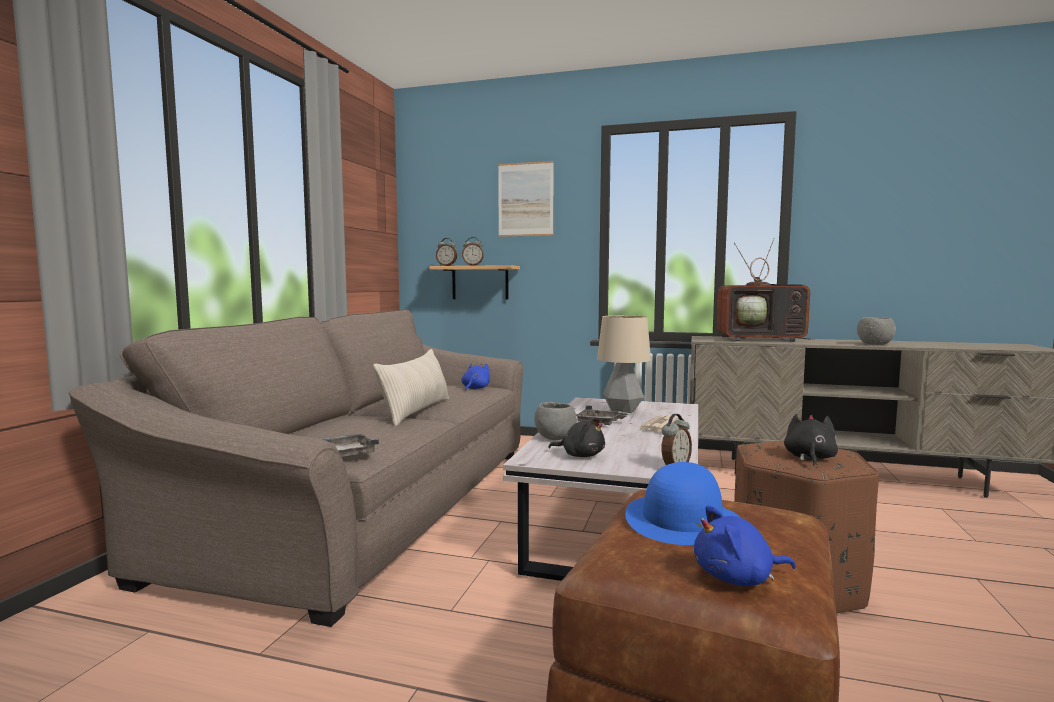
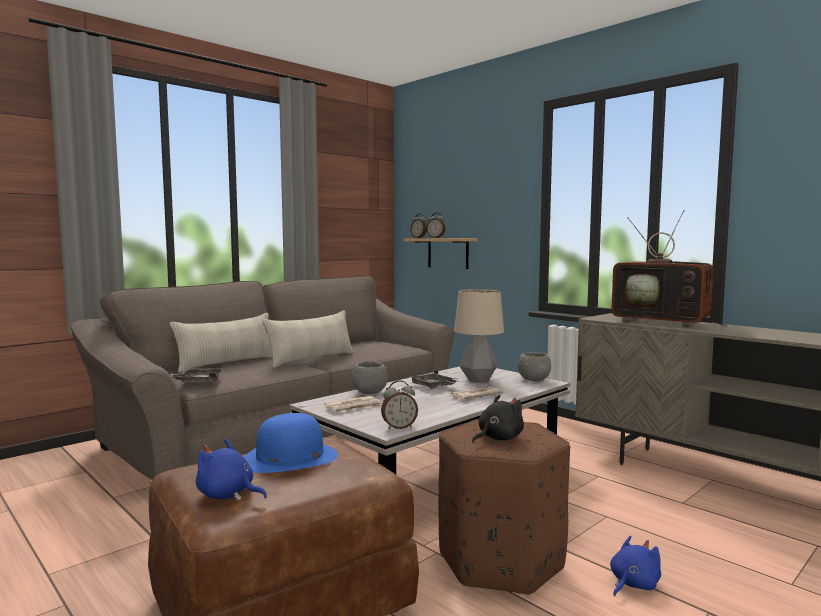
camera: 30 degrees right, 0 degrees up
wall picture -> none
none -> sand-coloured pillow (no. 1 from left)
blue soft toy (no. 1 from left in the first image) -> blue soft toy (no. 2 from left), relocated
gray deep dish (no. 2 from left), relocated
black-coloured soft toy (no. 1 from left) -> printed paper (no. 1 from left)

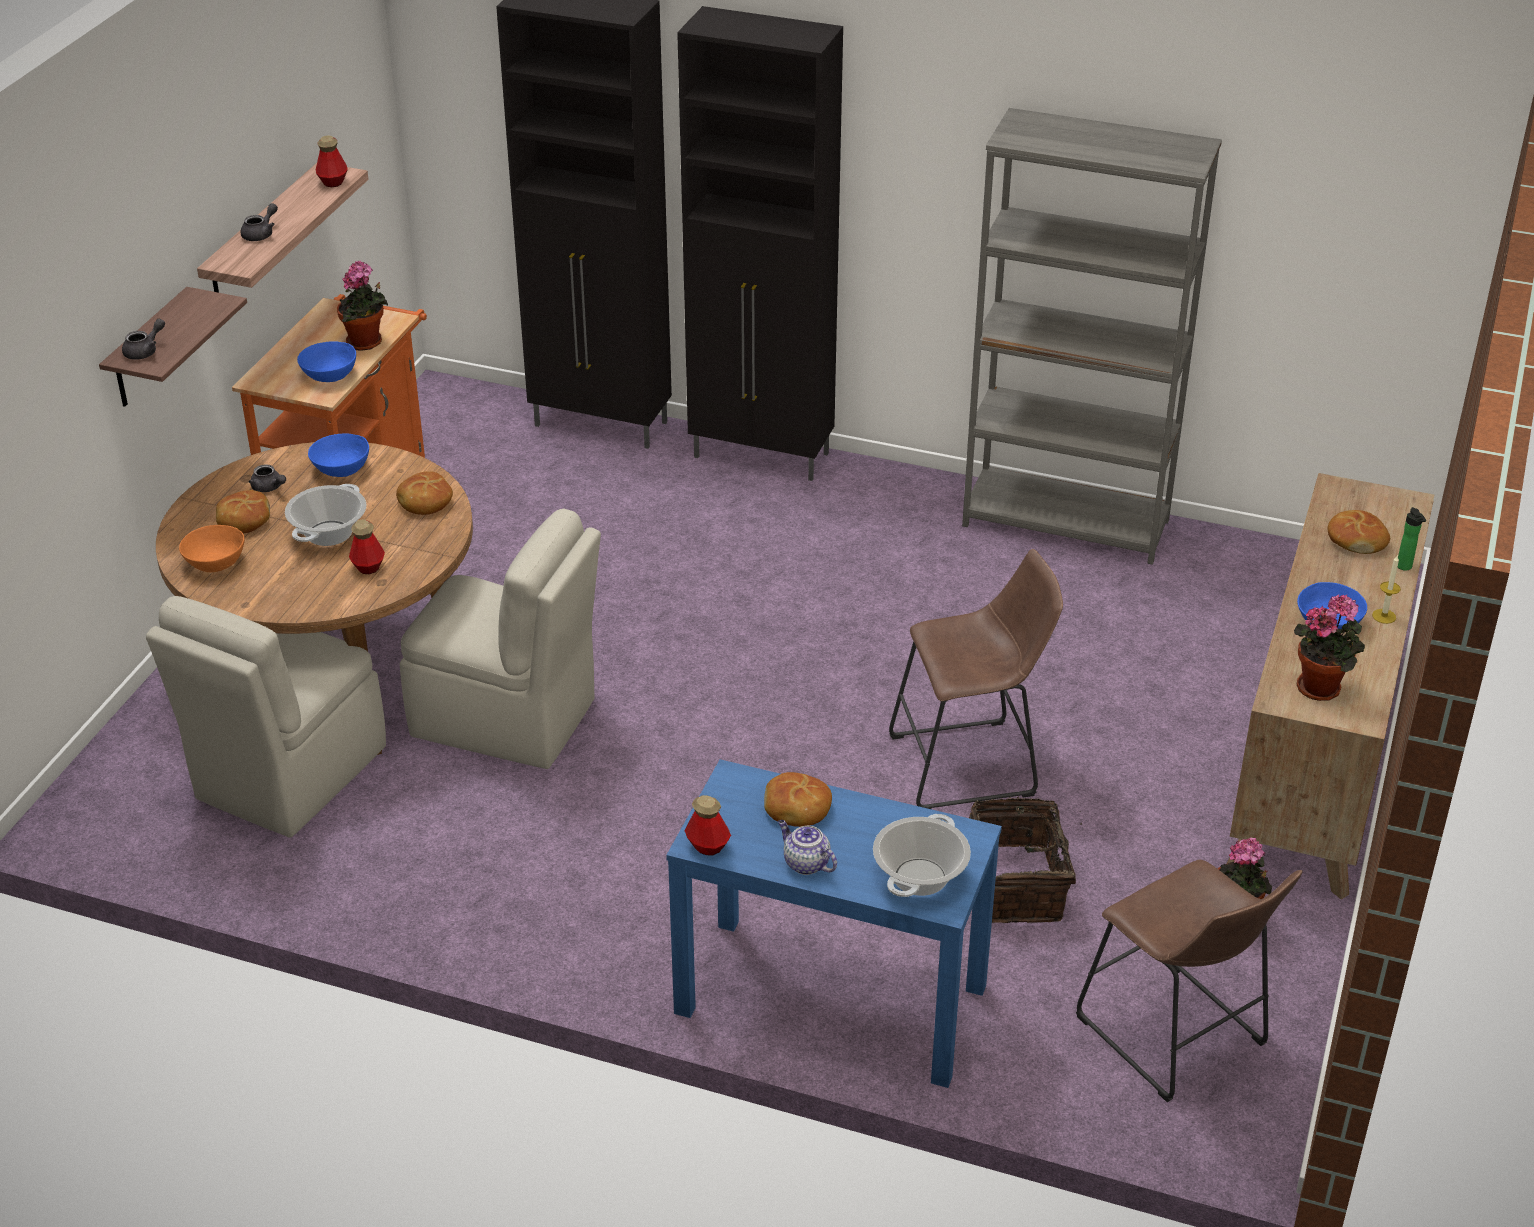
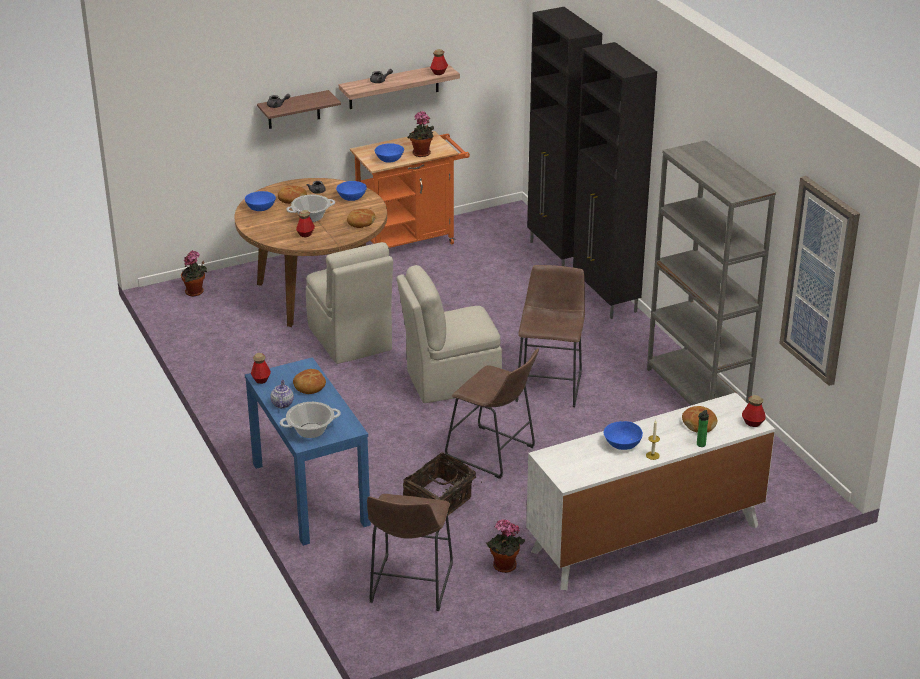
camera: 45 degrees right, 5 degrees down
none -> brownish sitting stool (no. 3 from left)
none -> bottle (no. 5 from left)
none -> wall picture
sand-coloured upright chair (no. 1 from left in the first image) -> sand-coloured upright chair (no. 2 from left), relocated
houseplant (no. 3 from left in the first image) -> houseplant (no. 1 from left), relocated
orange-coloured deep dish -> blue deep dish (no. 1 from left)
brownish chest of drawers -> white chest of drawers

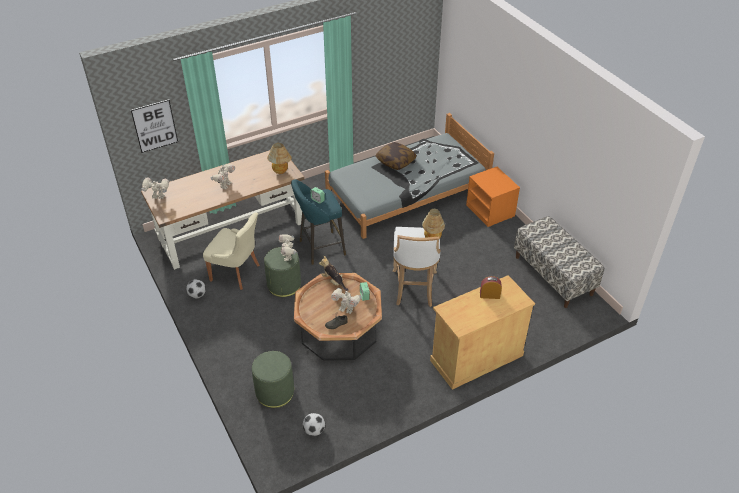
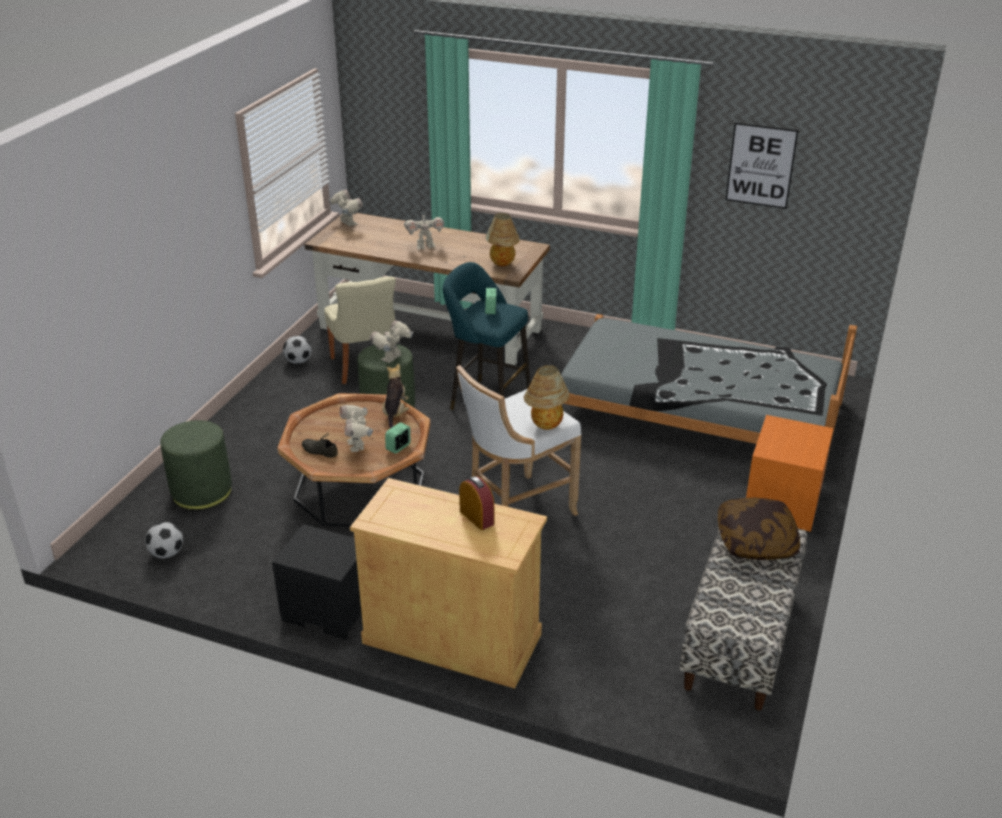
camera: 50 degrees right, 10 degrees down
none -> black-coloured nightstand
wall picture, relocated
pillow, relocated

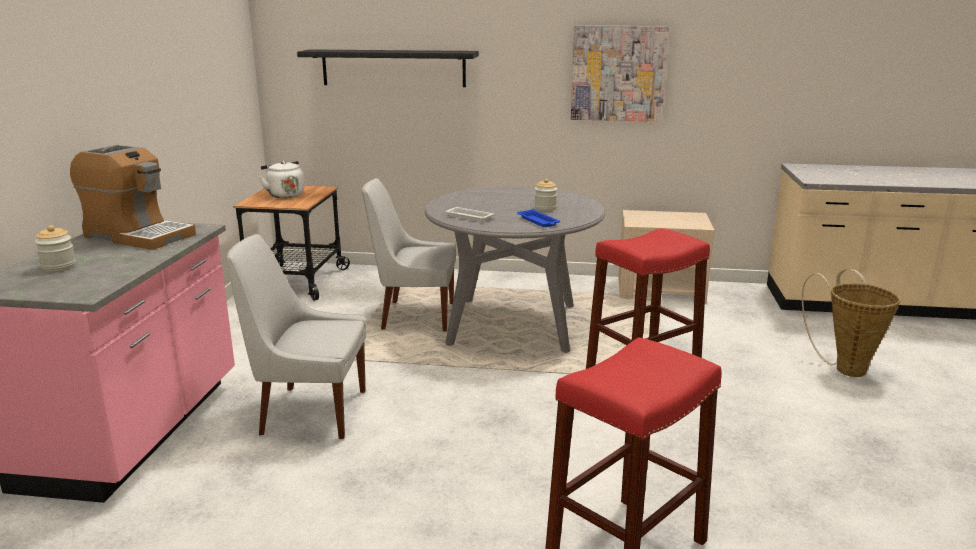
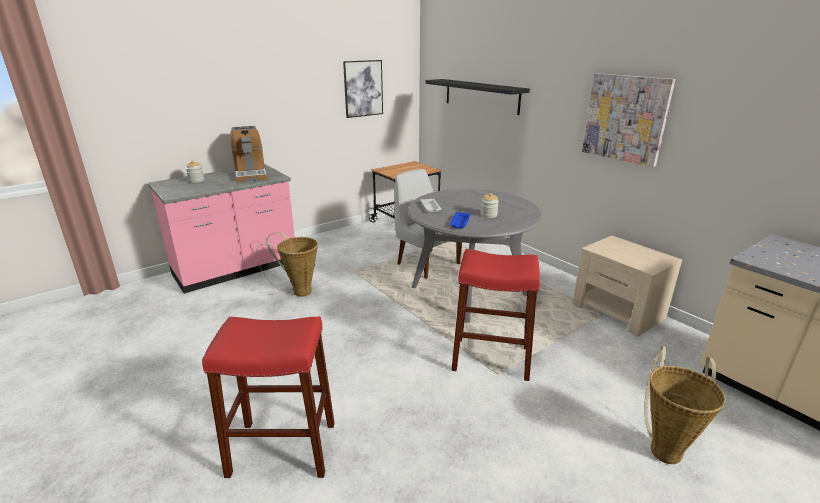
camera: 45 degrees right, 5 degrees up
white kettle -> none
none -> wall picture (no. 1 from left)
white upright chair (no. 1 from left) -> household basket (no. 1 from left)

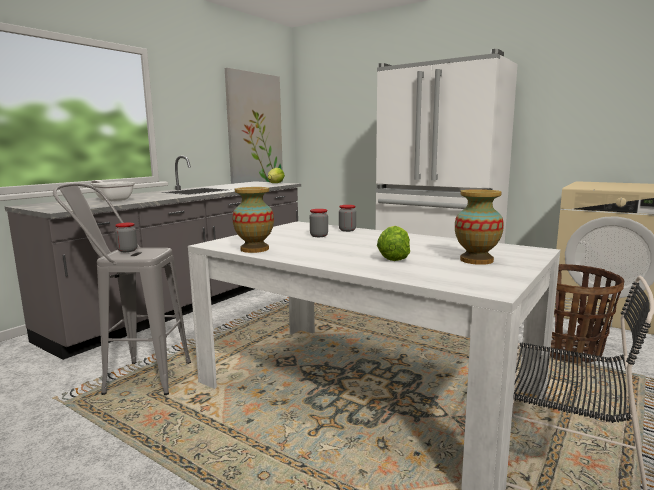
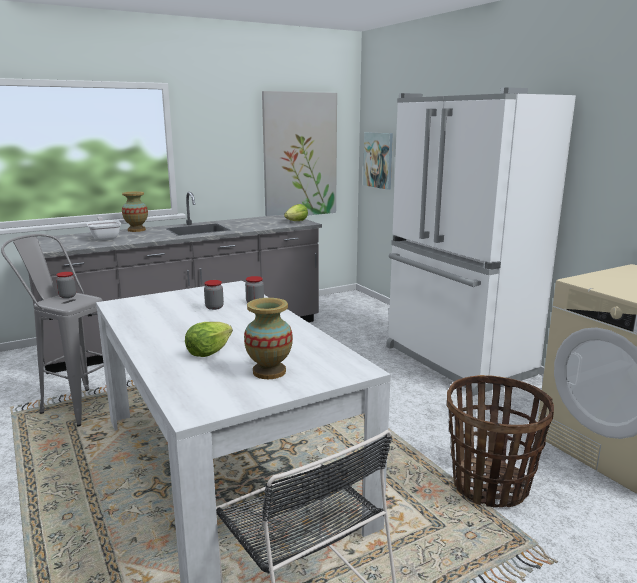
camera: 25 degrees right, 5 degrees up
none -> wall picture (no. 2 from left)
decorative vase (no. 1 from left), relocated

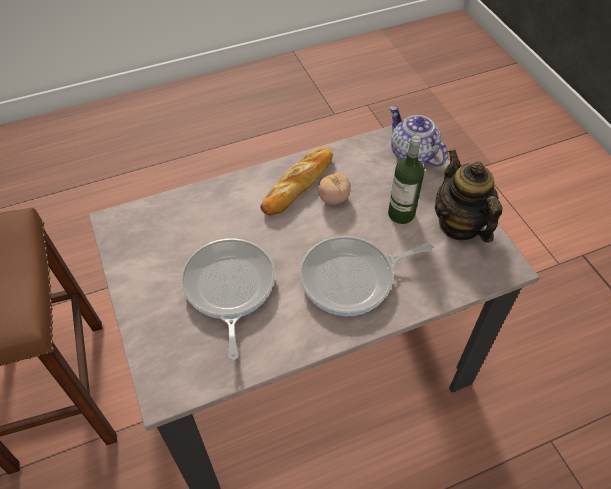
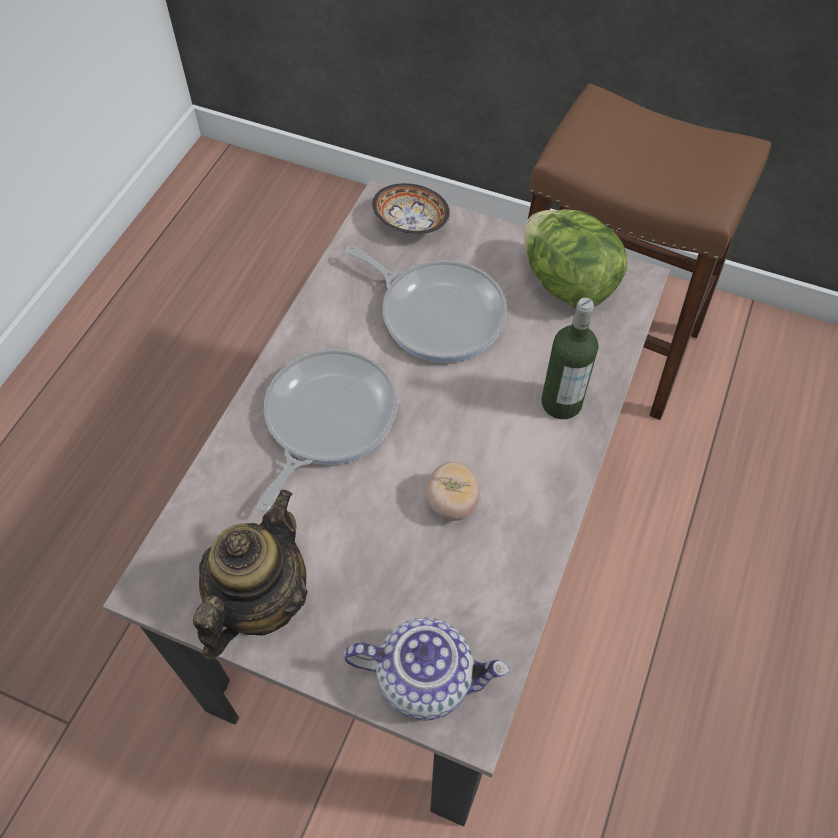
camera: 135 degrees right, 5 degrees up
bread -> none
none -> deep dish
none -> lettuce
bottle, relocated
teapot (no. 2 from left in the first image) -> teapot (no. 1 from left), 90 degrees counterclockwise

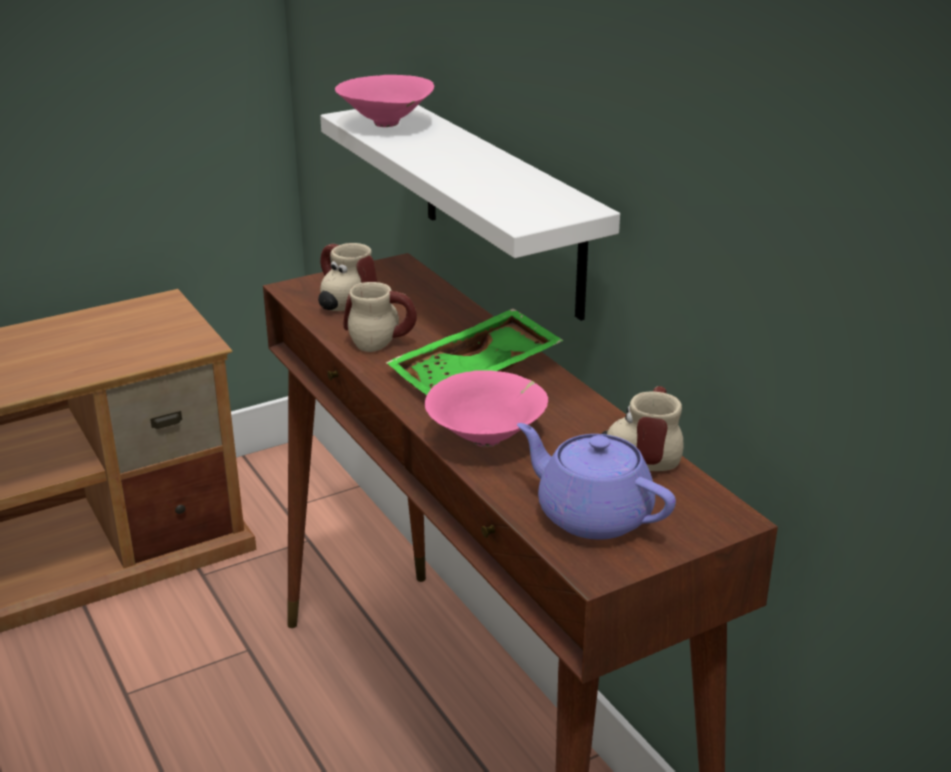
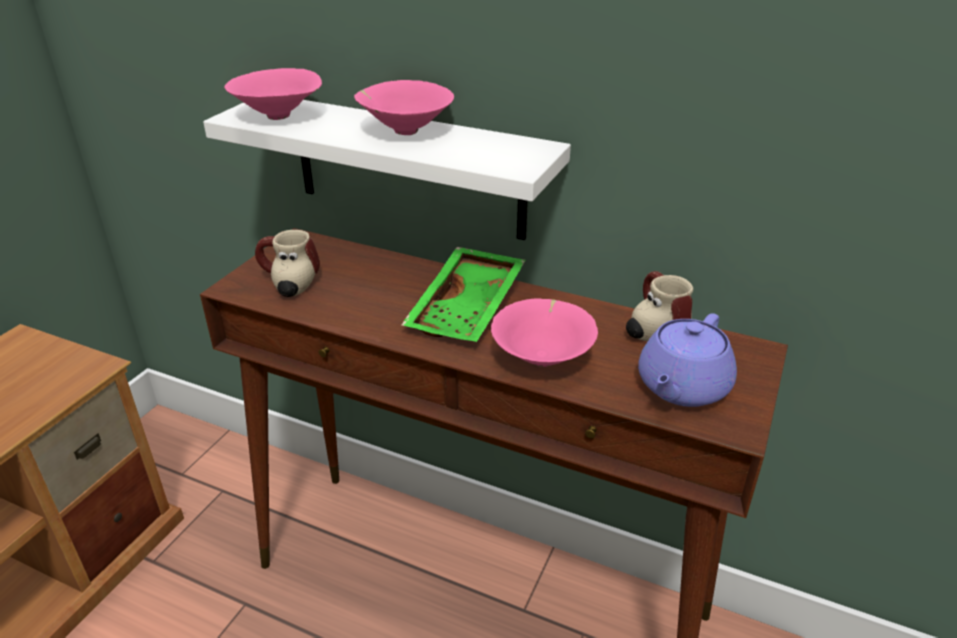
camera: 35 degrees left, 5 degrees up
mug (no. 2 from left) -> none
none -> pink deep dish (no. 2 from left)
purple-coloured teapot, 60 degrees counterclockwise

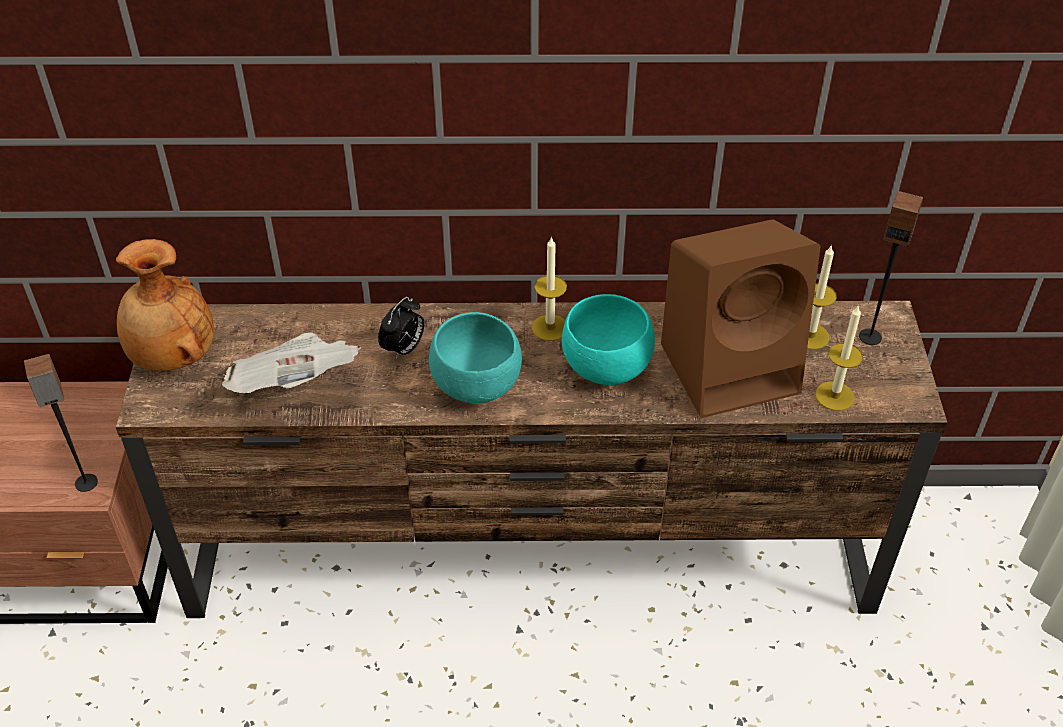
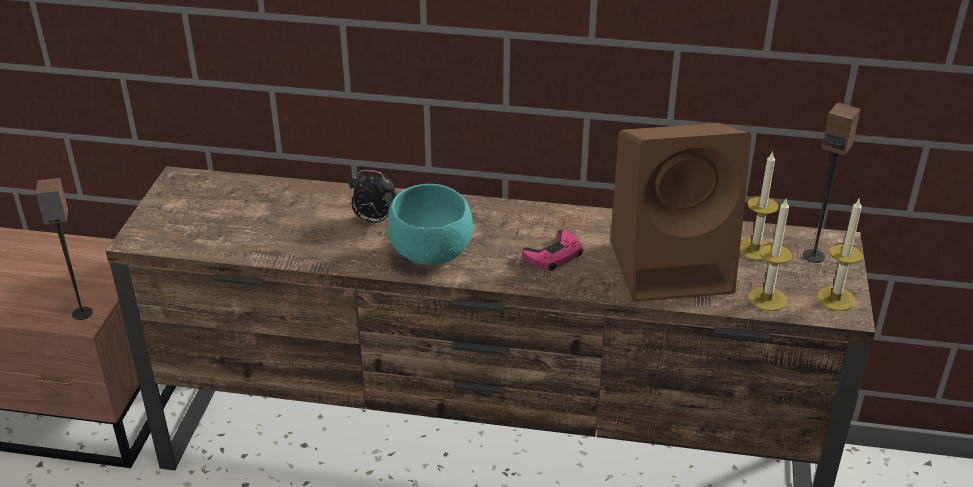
camera: 10 degrees right, 10 degrees down
brownish decorative vase -> none
printed paper -> none
wax light (no. 1 from left in the first image) -> wax light (no. 3 from left), relocated
blue-green deep dish (no. 2 from left) -> pink joypad
alarm clock, 60 degrees clockwise

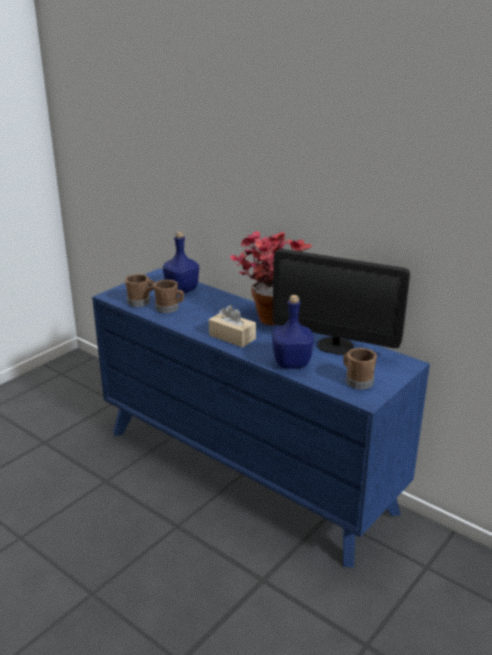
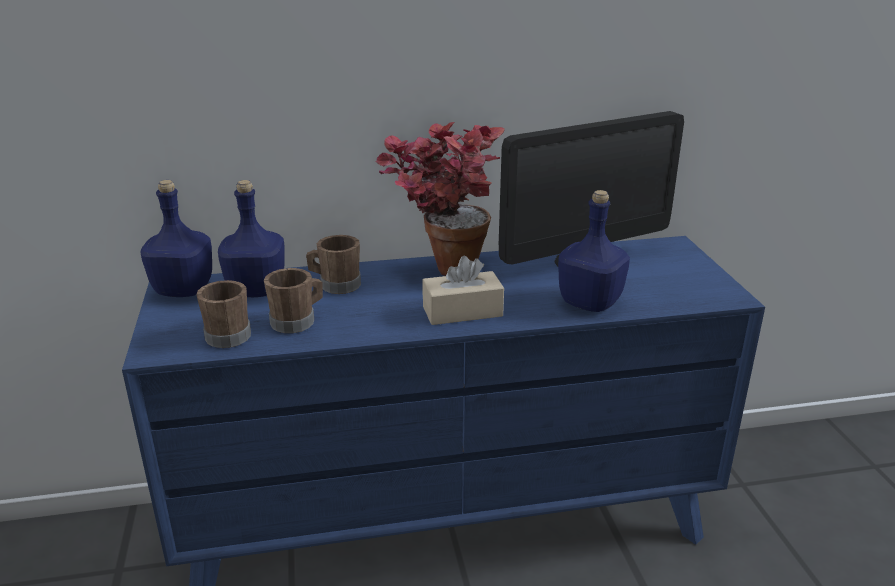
camera: 50 degrees left, 0 degrees up
none -> blue bottle (no. 1 from left)
brownish mug (no. 3 from left), relocated

